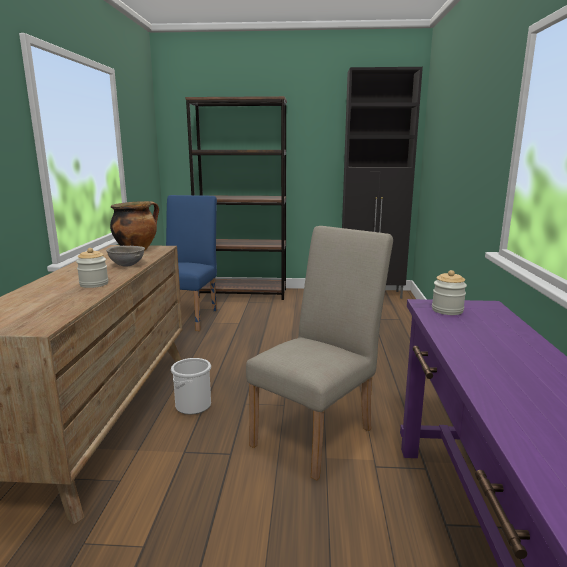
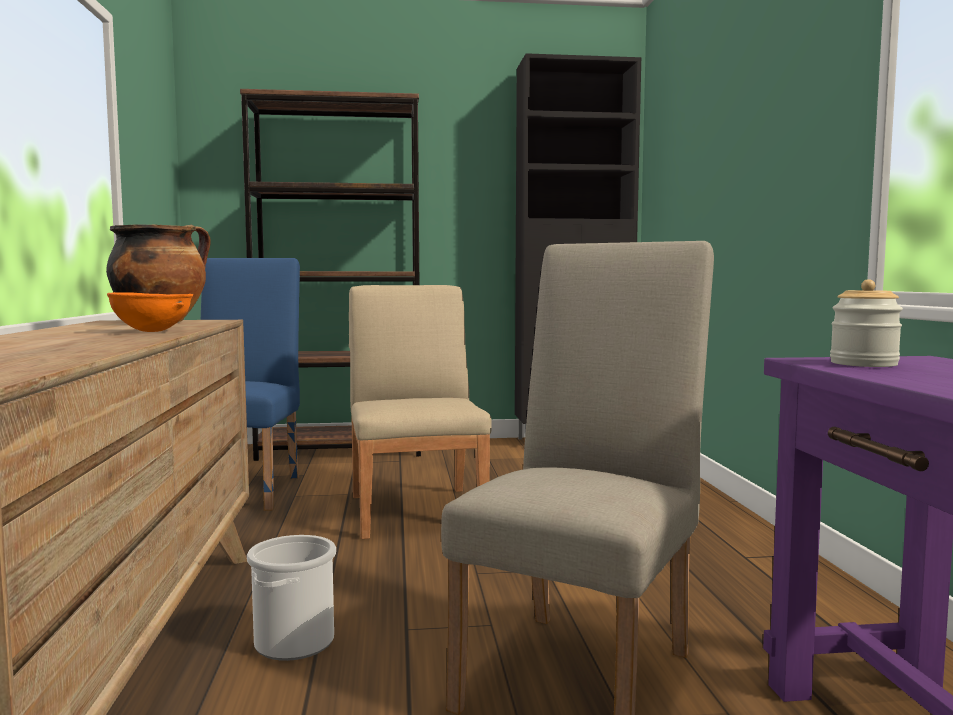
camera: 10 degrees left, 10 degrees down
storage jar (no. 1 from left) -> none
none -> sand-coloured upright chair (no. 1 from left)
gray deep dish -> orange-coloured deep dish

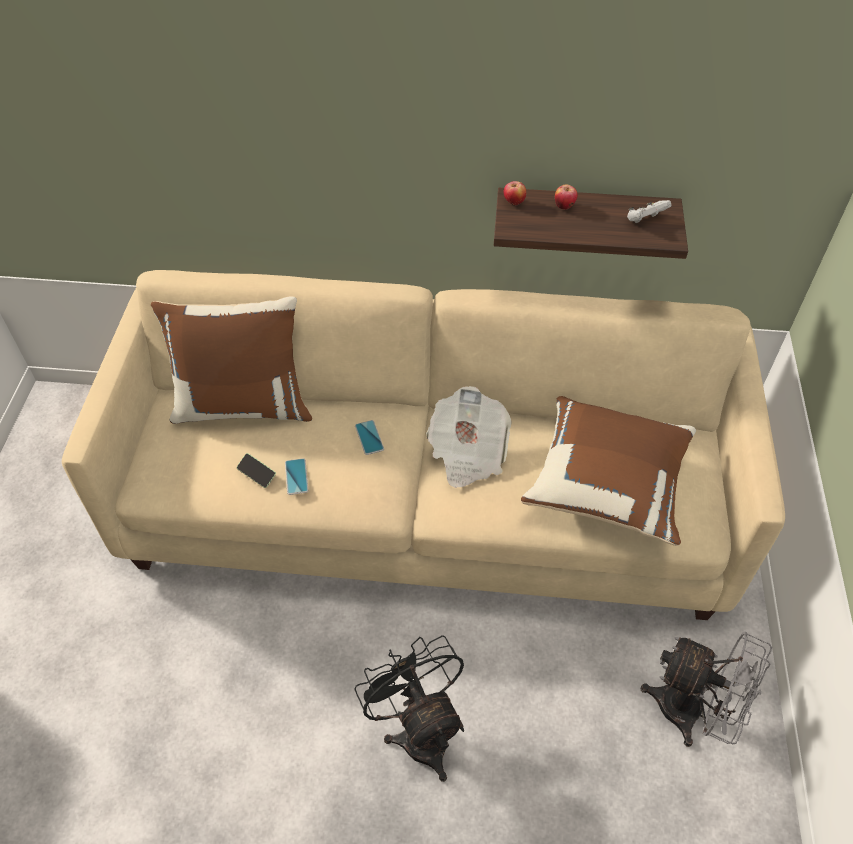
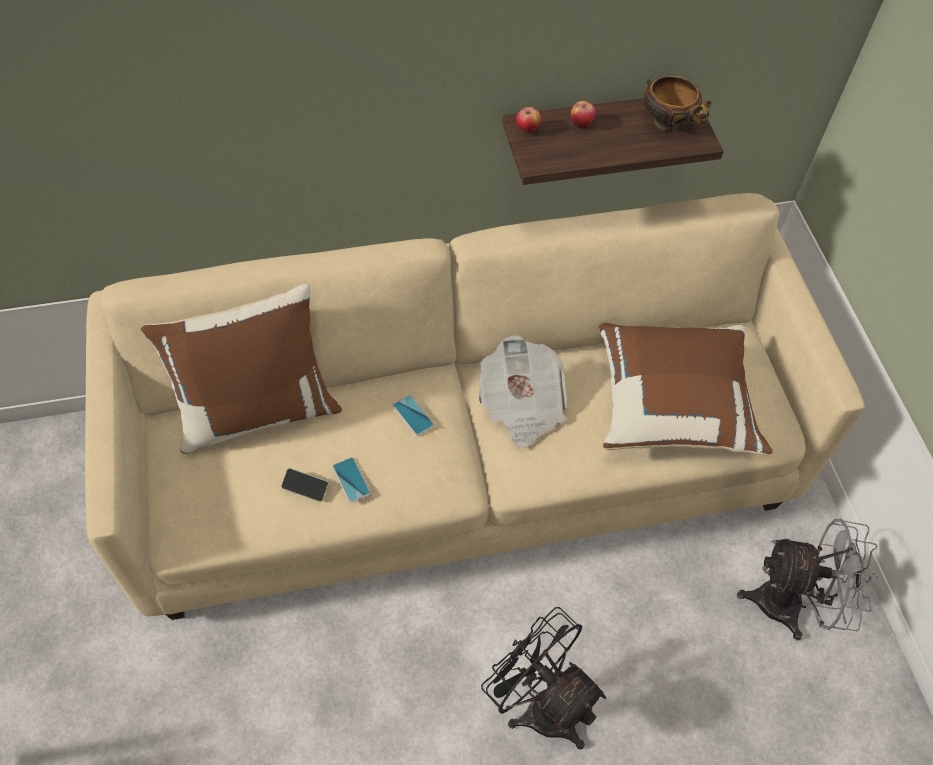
camera: 20 degrees left, 5 degrees up
white joypad -> deep dish

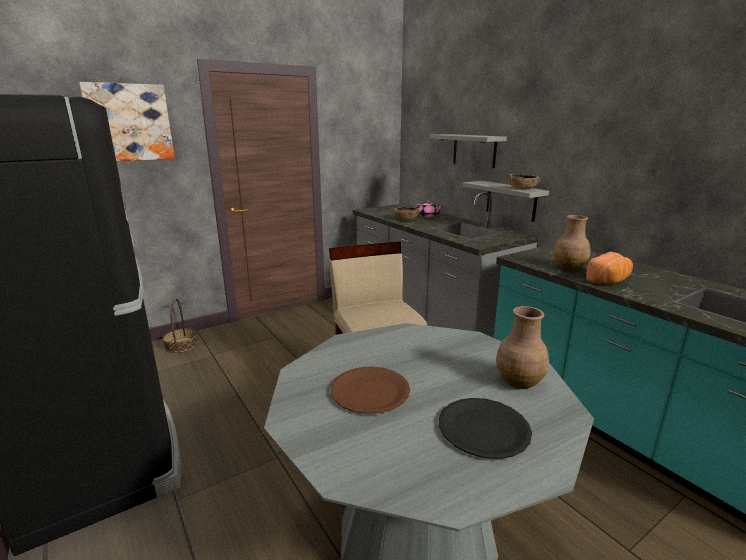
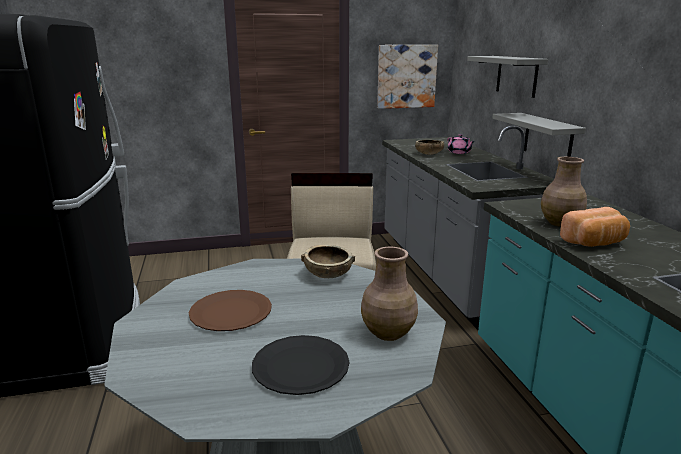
camera: 20 degrees right, 0 degrees up
household basket -> none
wall picture, relocated
brownish deep dish (no. 2 from left in the first image) -> brownish deep dish (no. 1 from left), relocated

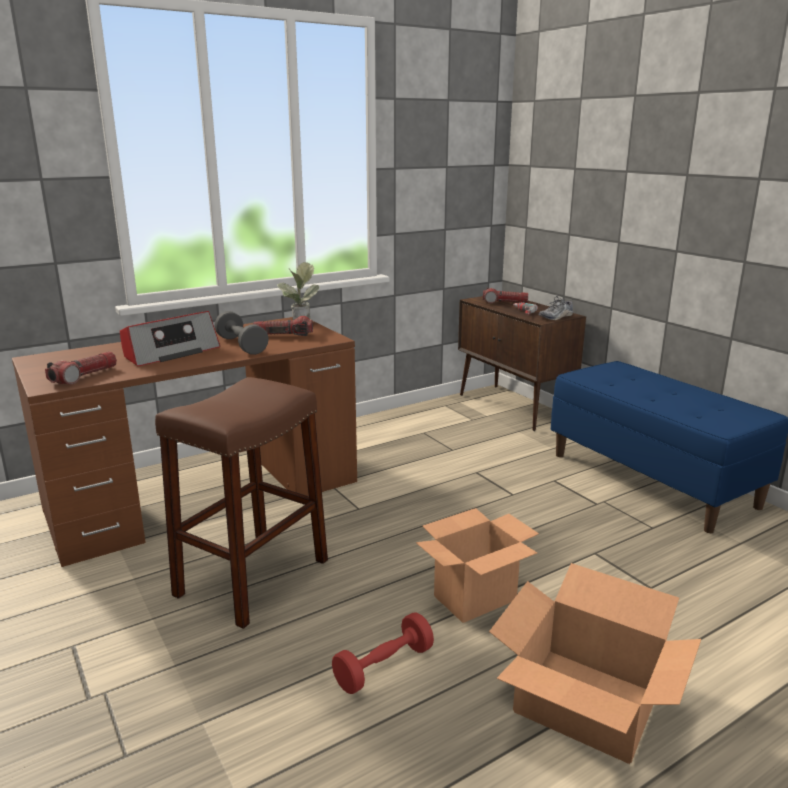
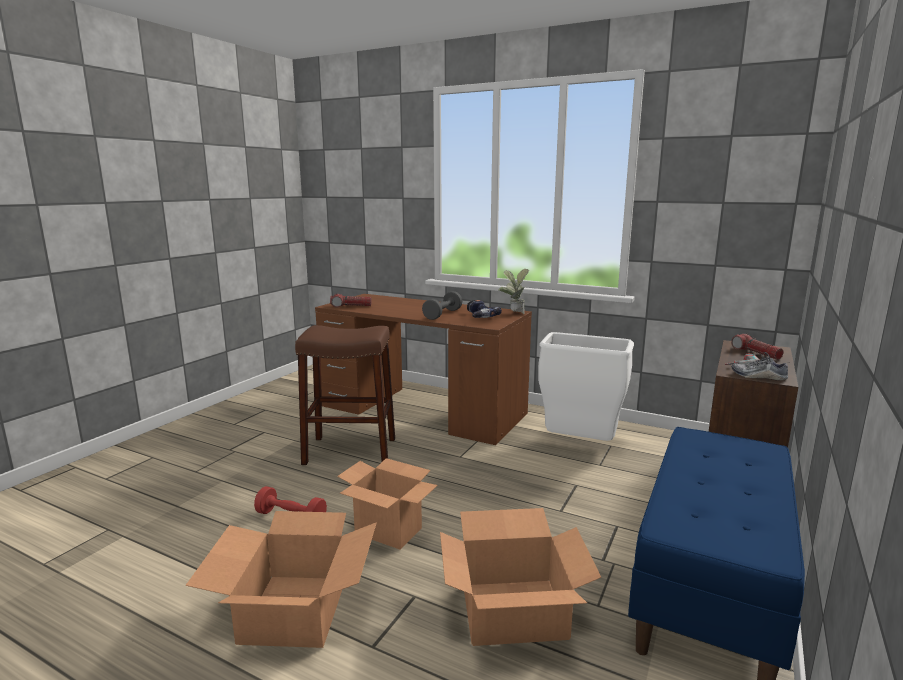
camera: 60 degrees right, 5 degrees down
radio receiver -> none
none -> carton (no. 3 from left)
none -> white trash can
torch (no. 2 from left) -> power drill (no. 1 from left)

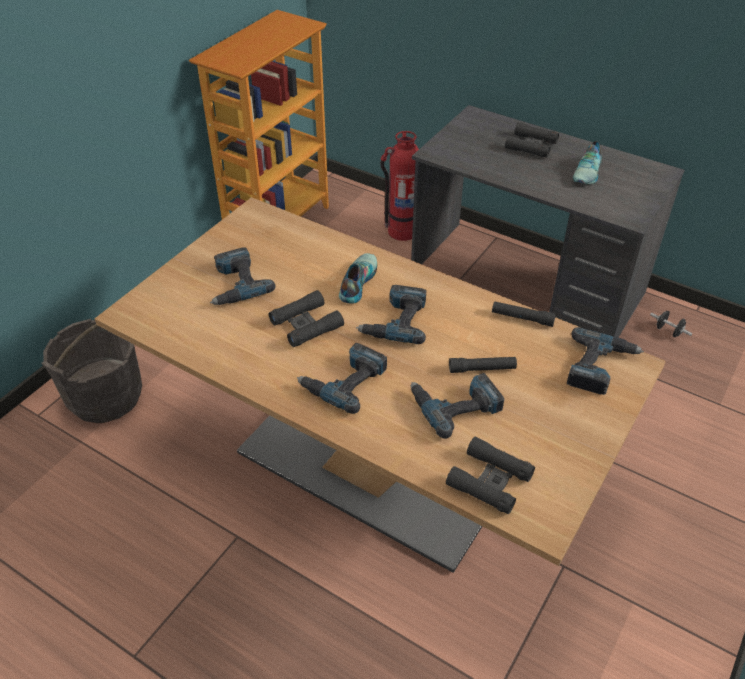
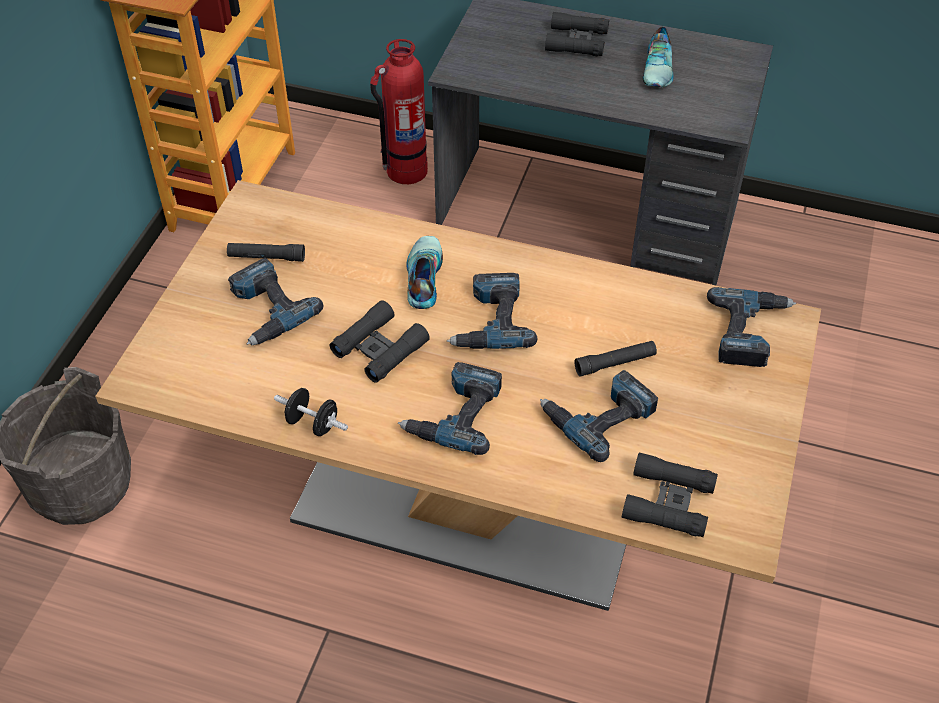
camera: 15 degrees left, 5 degrees up
black-coloured torch (no. 2 from left in the first image) -> black-coloured torch (no. 1 from left), relocated
black-coloured dumbbell, relocated

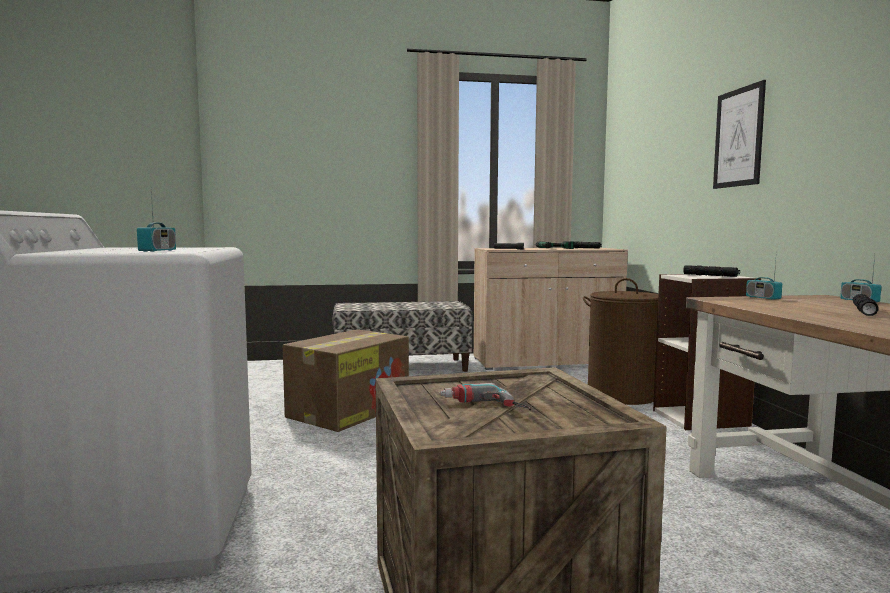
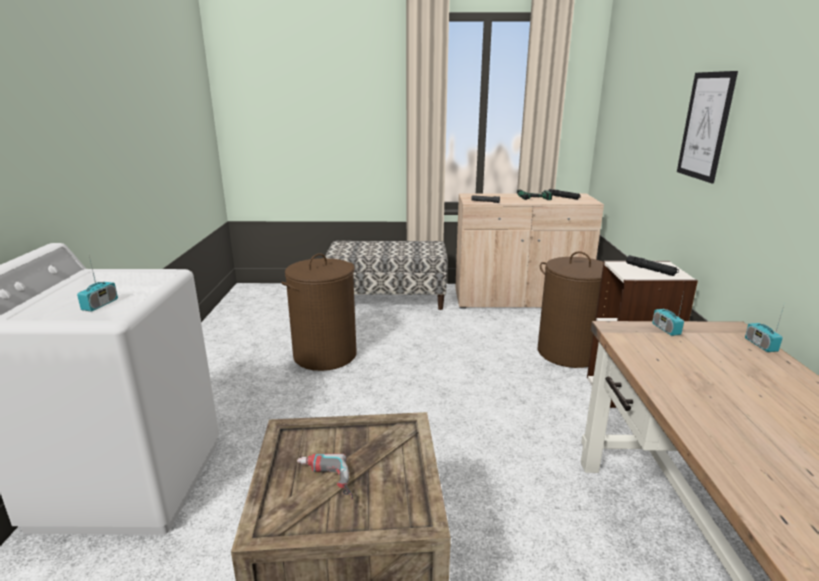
camera: 10 degrees right, 15 degrees up
black-coloured torch (no. 4 from left) -> none
carton -> brownish washing basket (no. 1 from left)

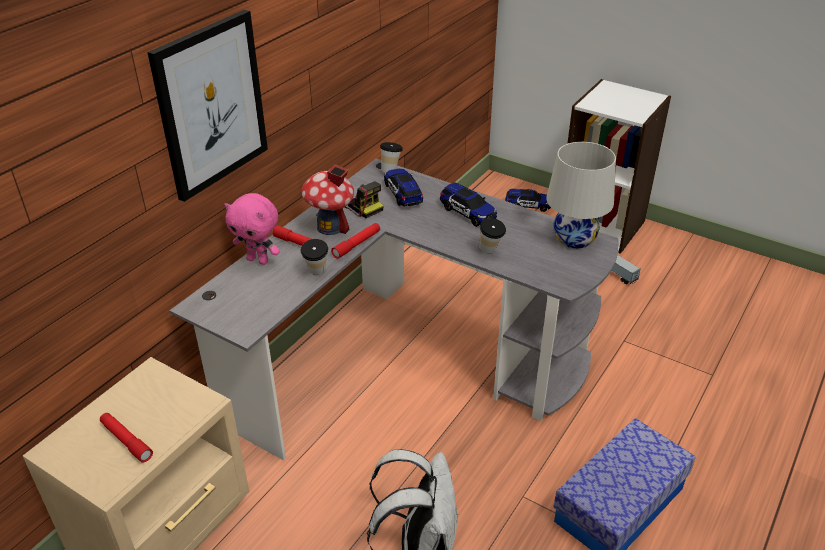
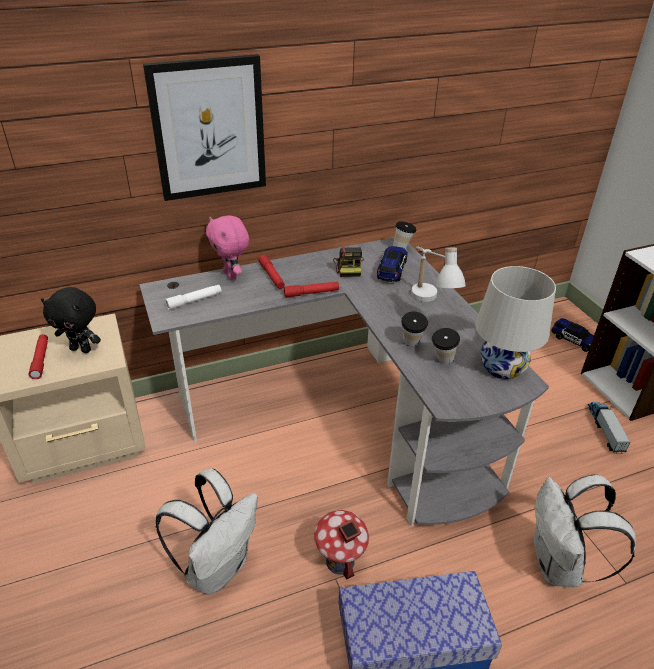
camera: 35 degrees right, 0 degrees up
none -> black-coloured soft toy
none -> white torch
none -> white backpack (no. 2 from left)
model house, relocated
small cup (no. 1 from left in the first image) -> small cup (no. 3 from left), relocated
toy car (no. 2 from left) -> white lamp for a table (no. 1 from left)

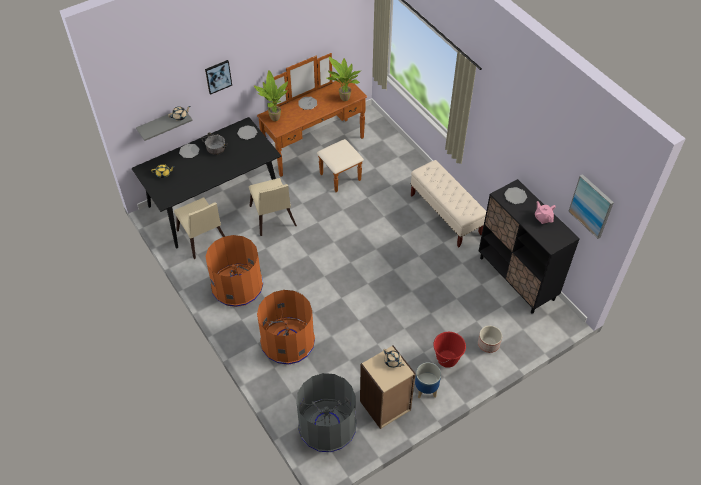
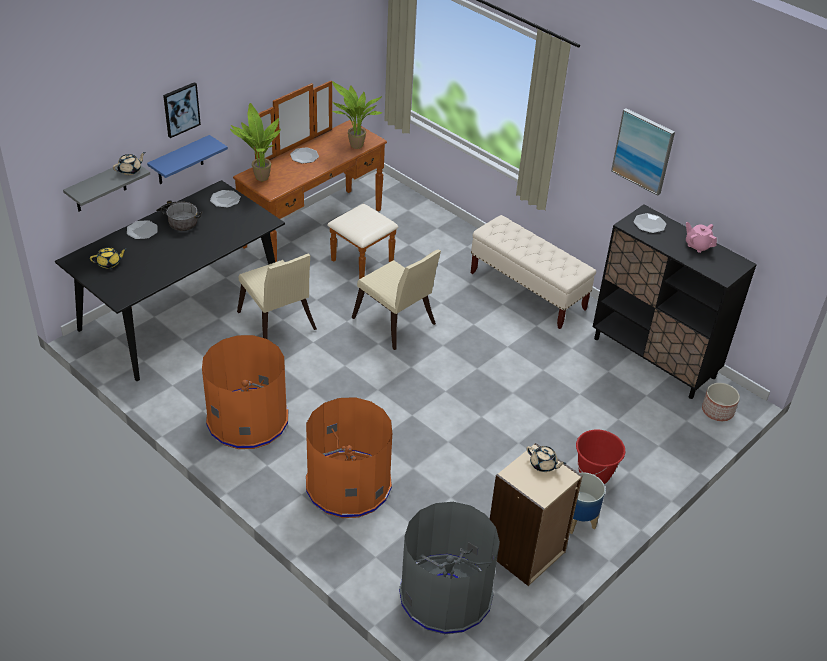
camera: 15 degrees left, 10 degrees down
none -> blue shelf
sand-coloured upright chair (no. 1 from left in the first image) -> sand-coloured upright chair (no. 2 from left), relocated
planter (no. 2 from left), relocated
wall picture (no. 2 from left), relocated

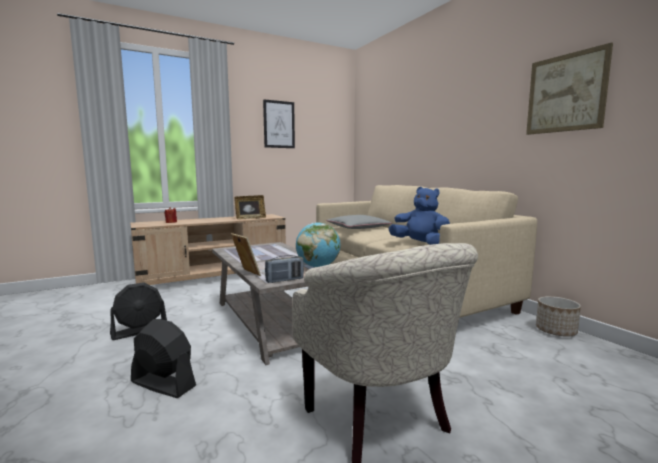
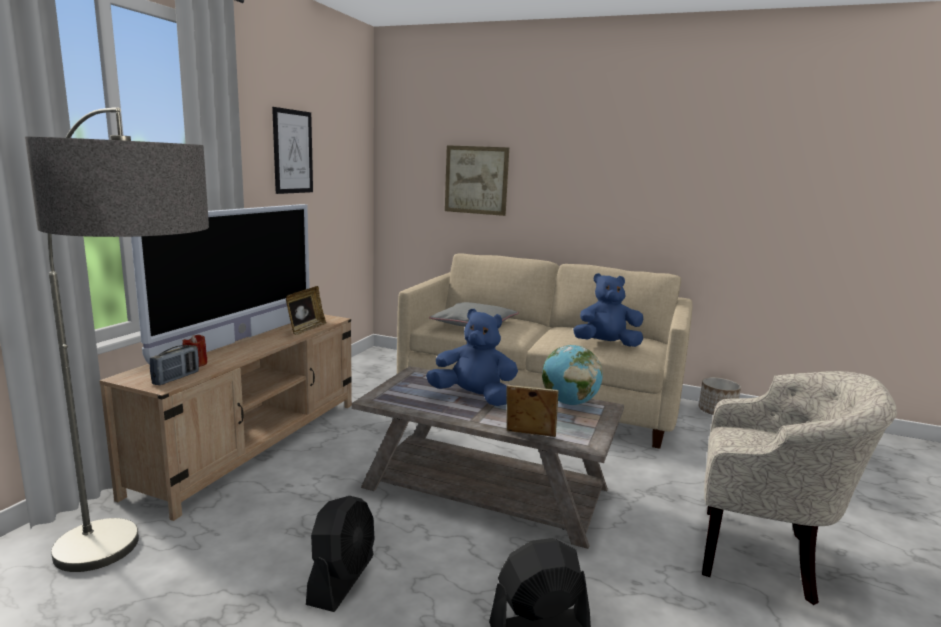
camera: 40 degrees left, 5 degrees up
none -> floor lamp
none -> TV
none -> blue soft toy (no. 1 from left)
radio receiver, relocated
wall picture (no. 2 from left), relocated

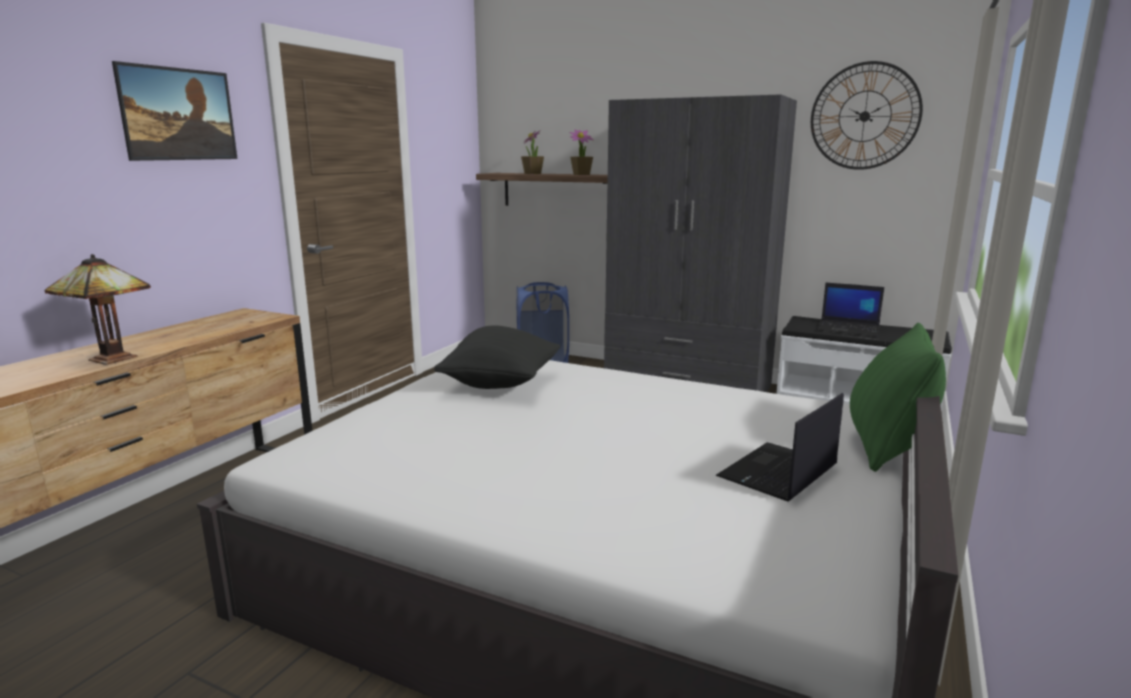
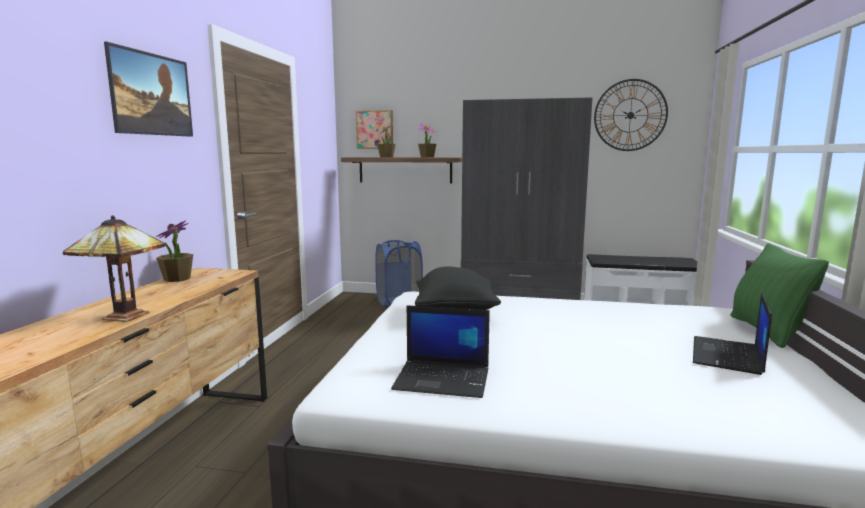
camera: 15 degrees left, 5 degrees down
none -> houseplant (no. 1 from left)
none -> wall picture (no. 2 from left)
notebook computer (no. 2 from left in the first image) -> notebook computer (no. 1 from left), relocated

